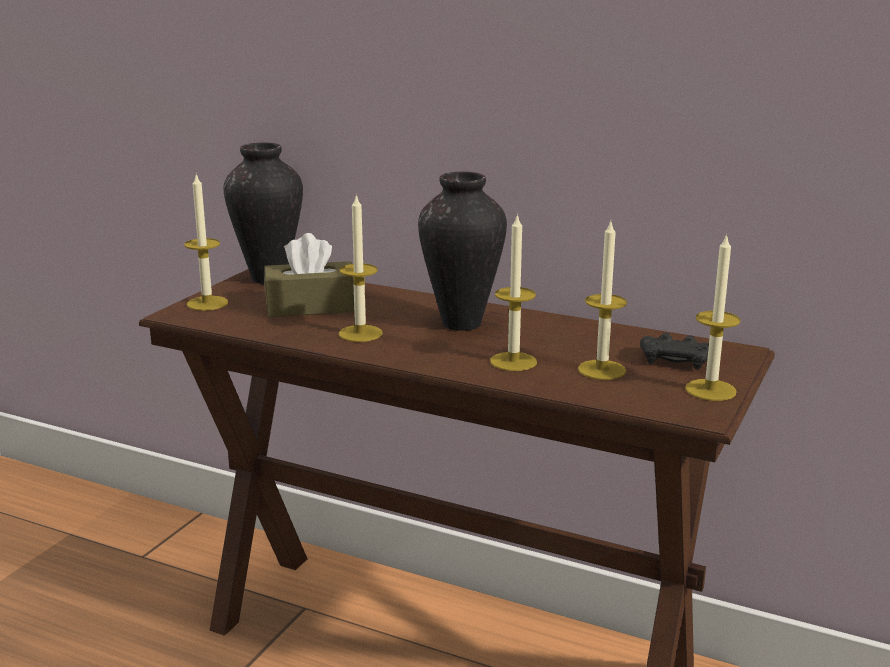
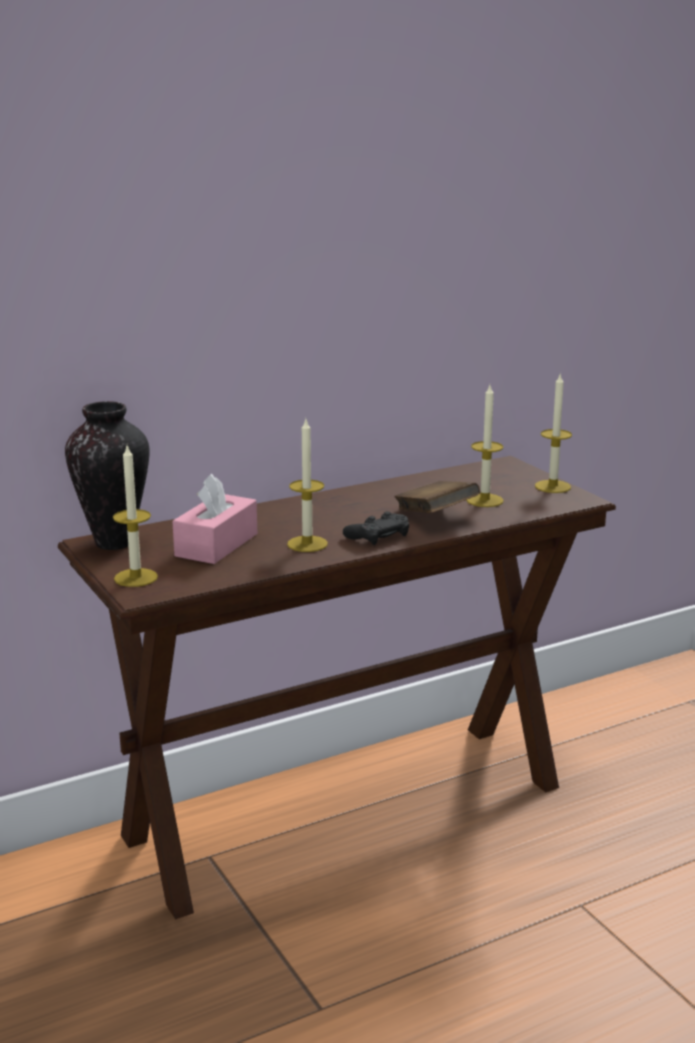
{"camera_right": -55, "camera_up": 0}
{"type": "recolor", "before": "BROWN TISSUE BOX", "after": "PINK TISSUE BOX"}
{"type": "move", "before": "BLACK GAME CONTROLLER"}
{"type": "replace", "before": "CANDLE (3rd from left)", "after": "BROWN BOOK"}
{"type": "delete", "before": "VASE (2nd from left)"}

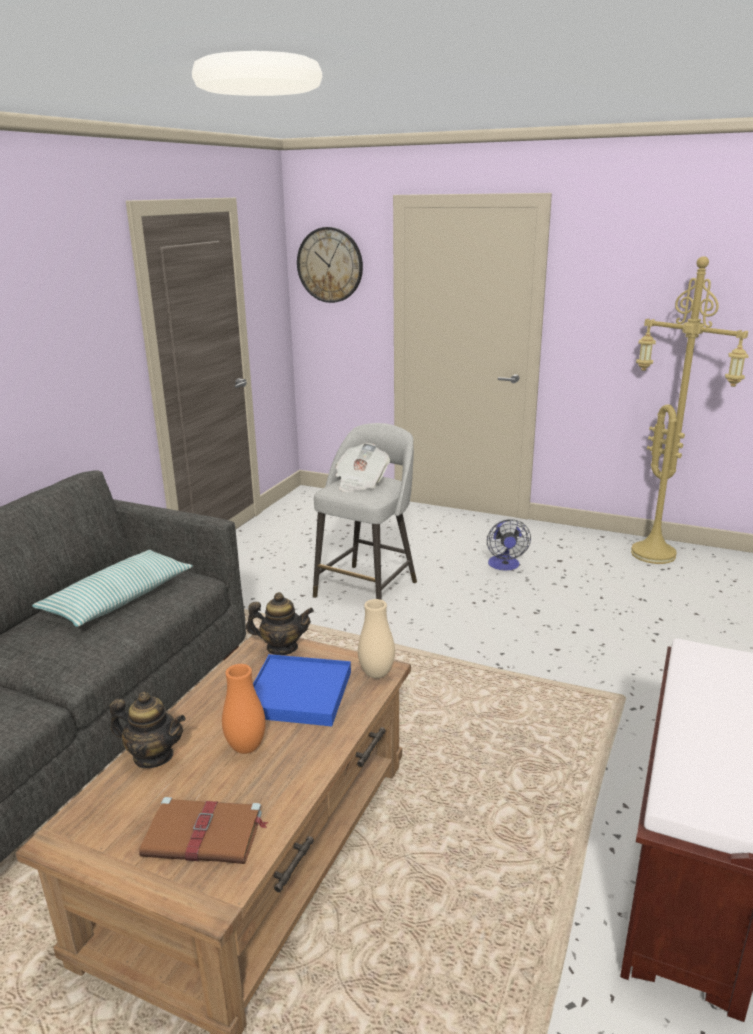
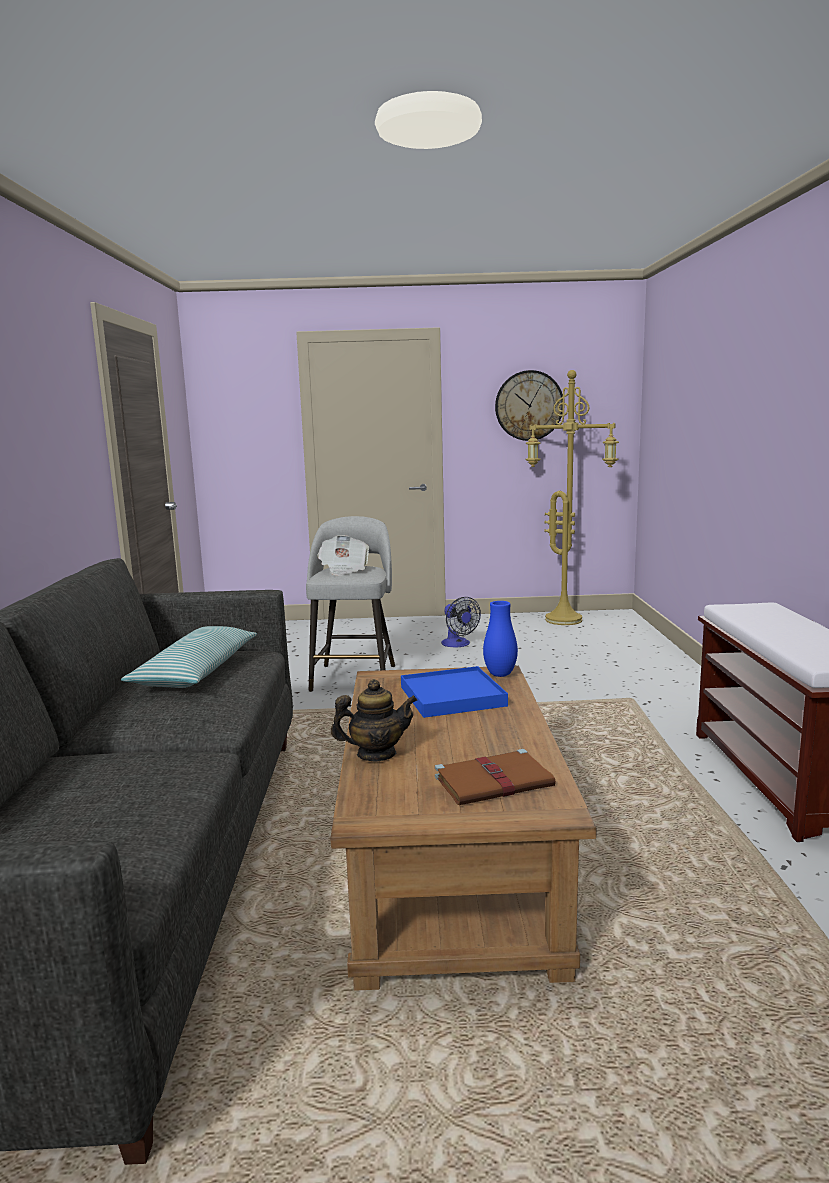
{"camera_right": -25, "camera_up": -10}
{"type": "recolor", "before": "BEIGE VASE", "after": "BLUE VASE"}
{"type": "move", "before": "WALL CLOCK"}
{"type": "delete", "before": "ORANGE VASE"}
{"type": "delete", "before": "TEAPOT (2nd from left)"}

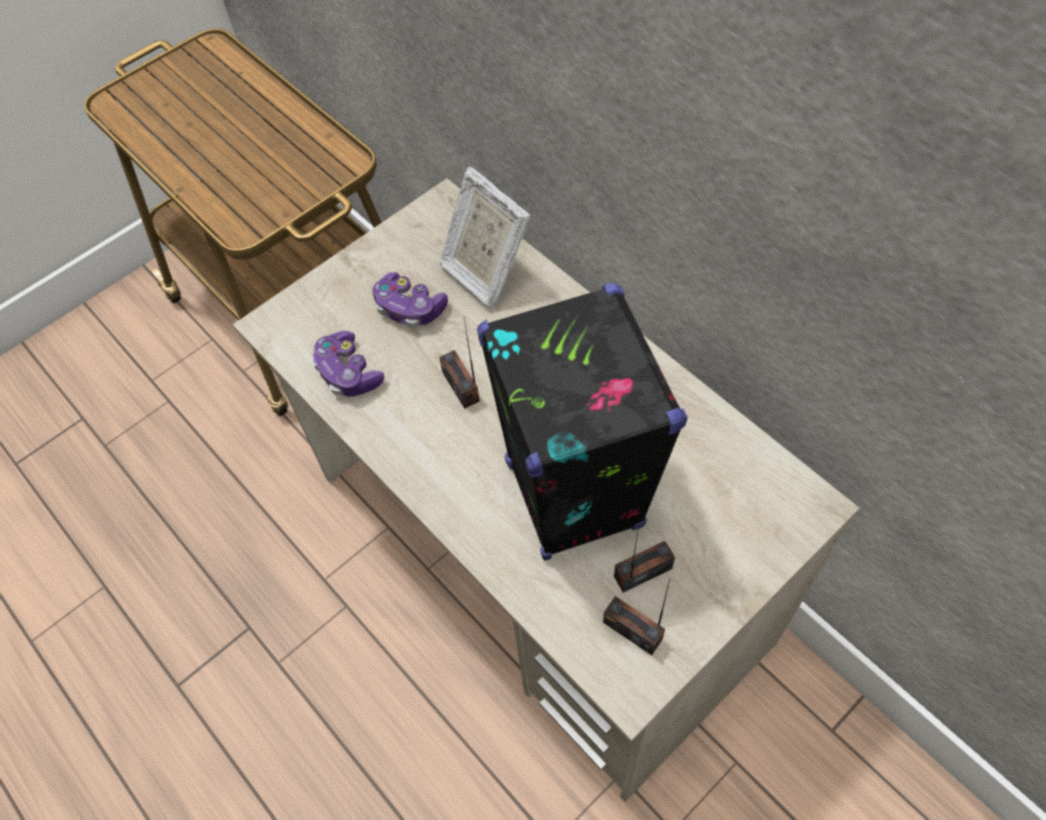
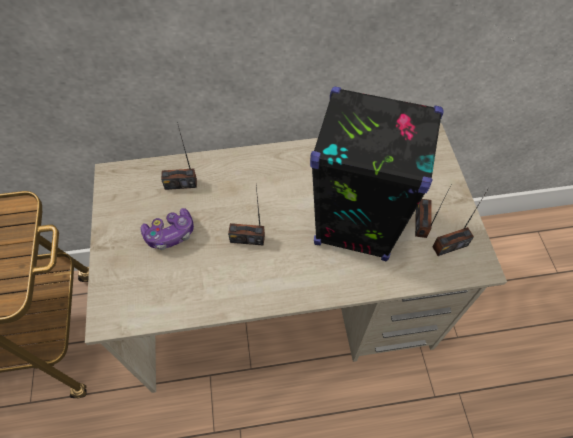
{"camera_right": -60, "camera_up": 0}
{"type": "replace", "before": "PICTURE FRAME", "after": "RADIO (1st from left)"}
{"type": "delete", "before": "GAME CONTROLLER (1st from left)"}

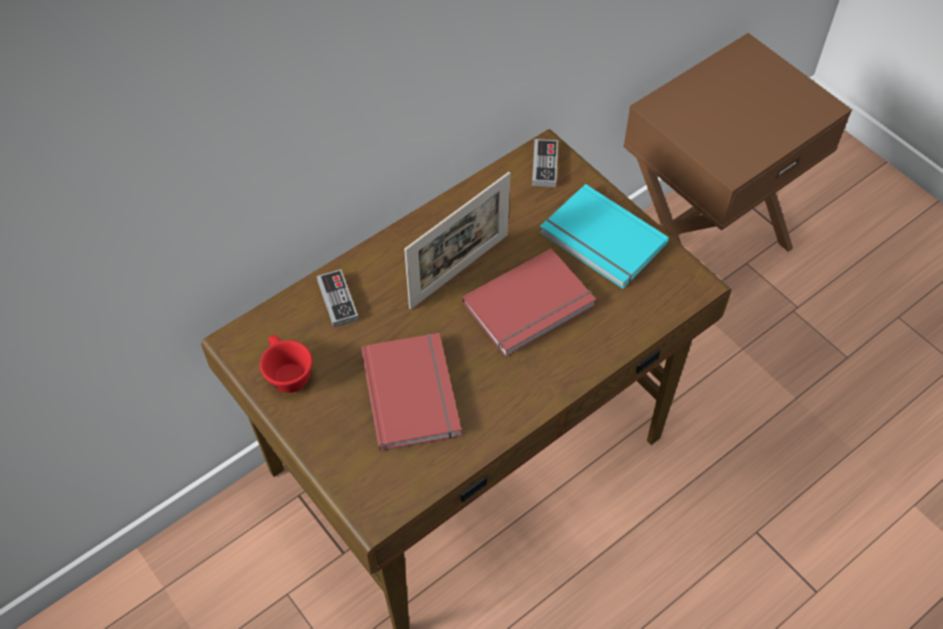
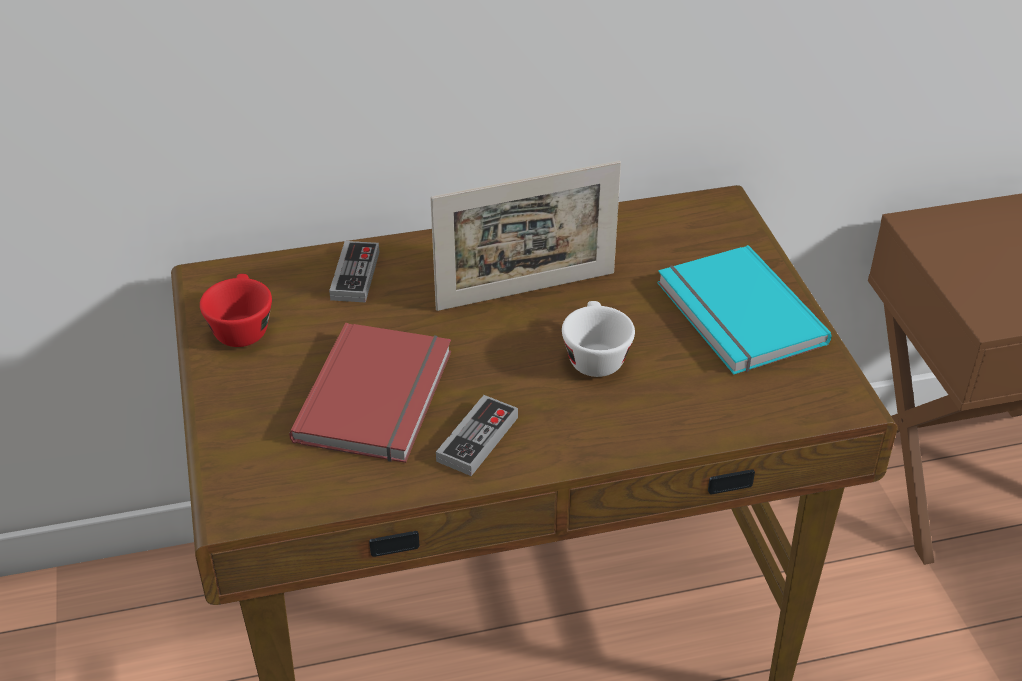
{"camera_right": 25, "camera_up": -15}
{"type": "move", "before": "GAME CONTROLLER (2nd from left)"}
{"type": "replace", "before": "RED BOOK (2nd from left)", "after": "WHITE CUP"}

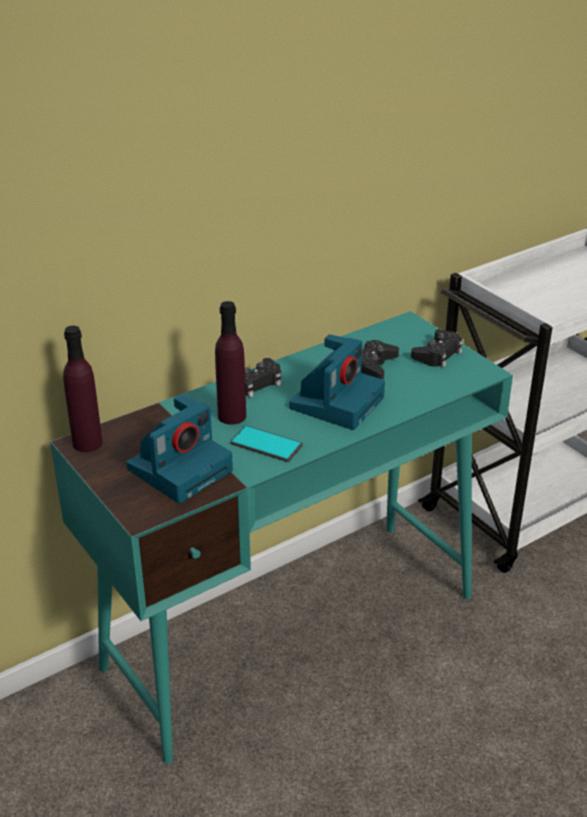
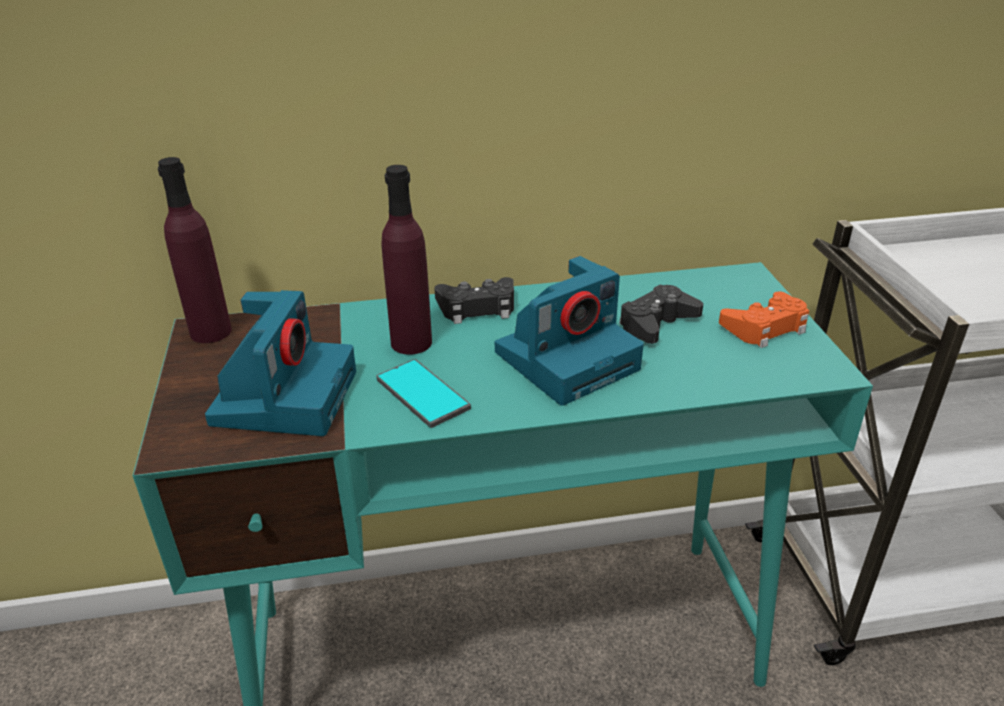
{"camera_right": 25, "camera_up": 0}
{"type": "rotate", "before": "PHOTO CAMERA (1st from left)", "turn": -60}
{"type": "recolor", "before": "BLACK GAME CONTROLLER (3rd from left)", "after": "ORANGE GAME CONTROLLER"}

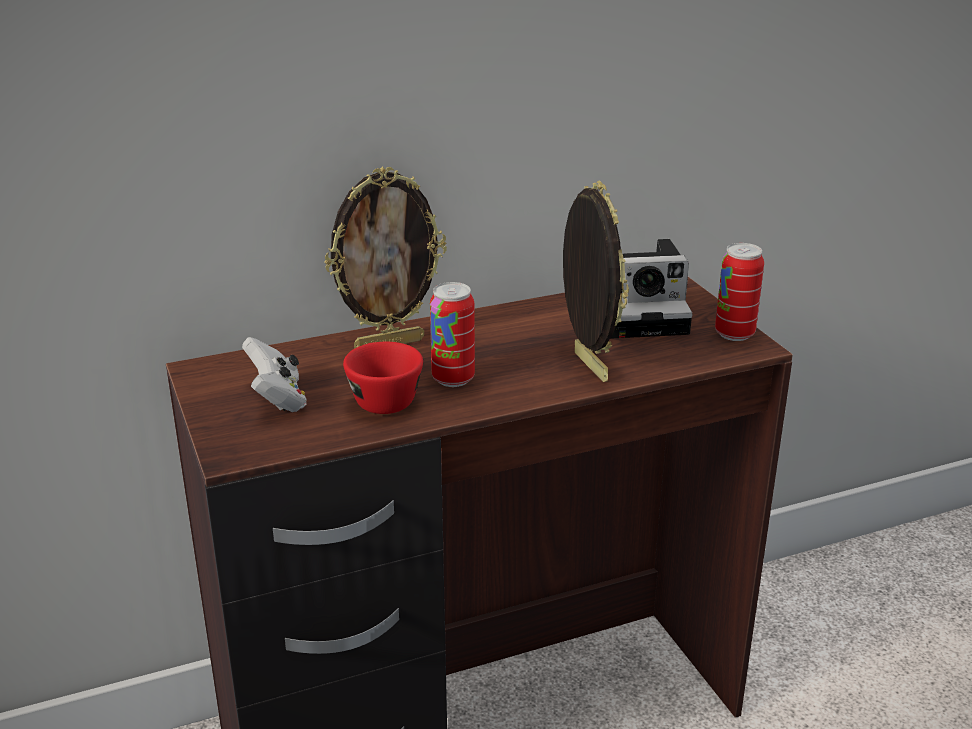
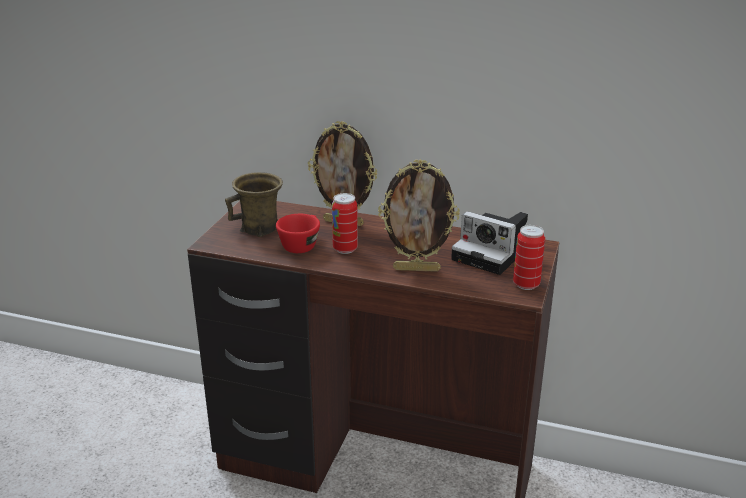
{"camera_right": 40, "camera_up": 0}
{"type": "replace", "before": "WHITE GAME CONTROLLER", "after": "BROWN MUG"}
{"type": "rotate", "before": "PICTURE FRAME (2nd from left)", "turn": 75}

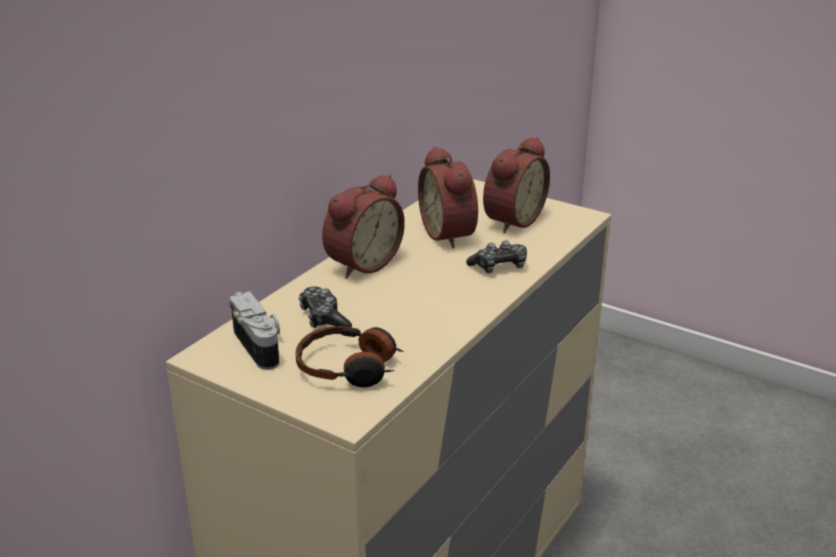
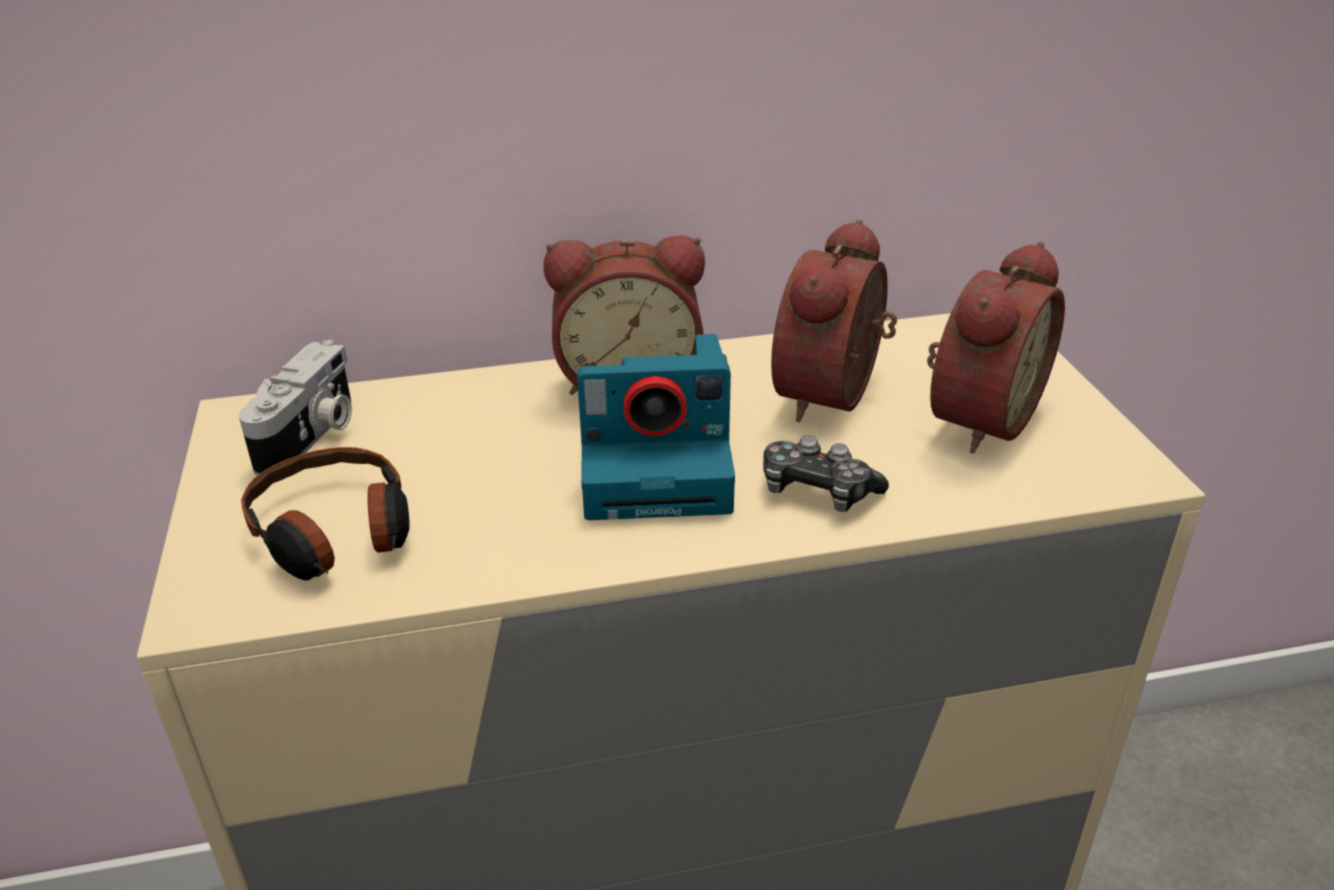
{"camera_right": 45, "camera_up": 5}
{"type": "insert", "after": "PHOTO CAMERA (2nd from left)"}
{"type": "rotate", "before": "ALARM CLOCK (3rd from left)", "turn": -45}
{"type": "delete", "before": "GAME CONTROLLER (1st from left)"}

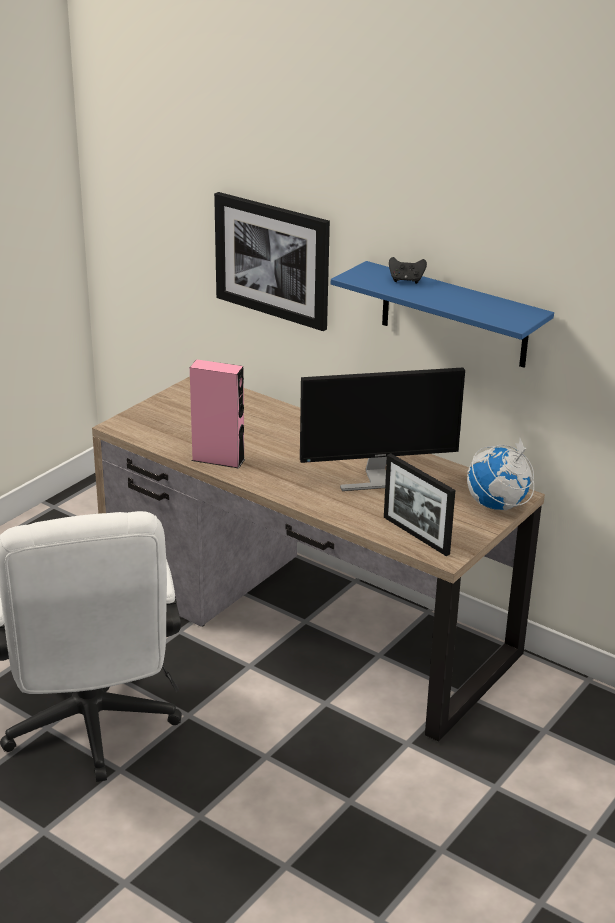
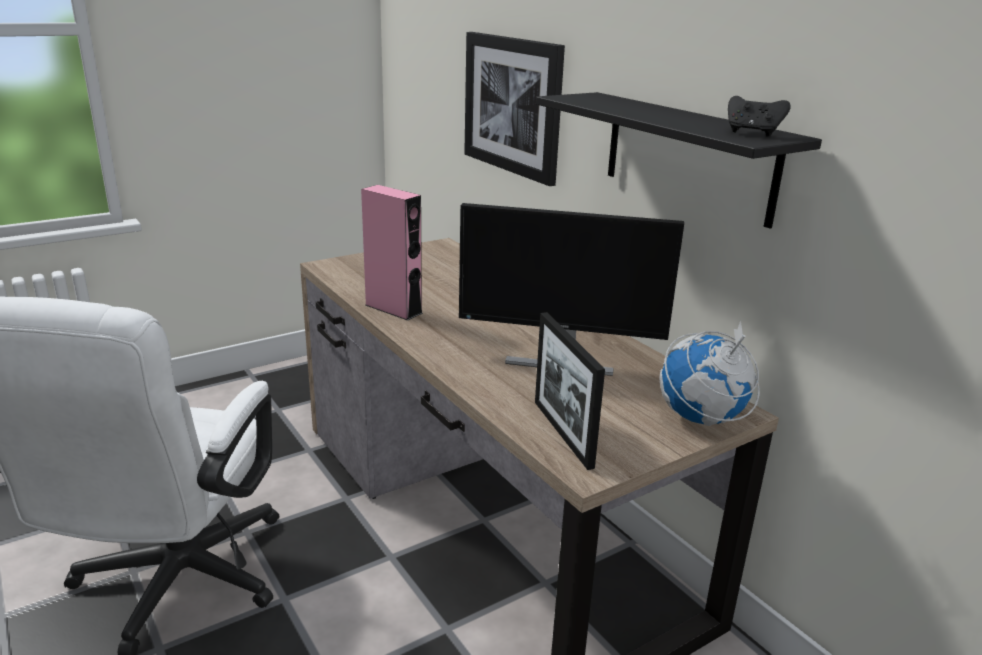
{"camera_right": 20, "camera_up": -5}
{"type": "recolor", "before": "BLUE SHELF", "after": "BLACK SHELF"}
{"type": "move", "before": "BLACK GAME CONTROLLER"}

